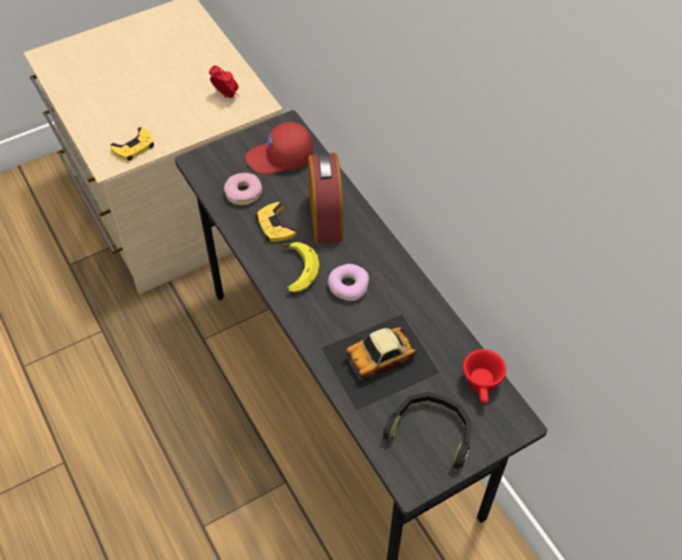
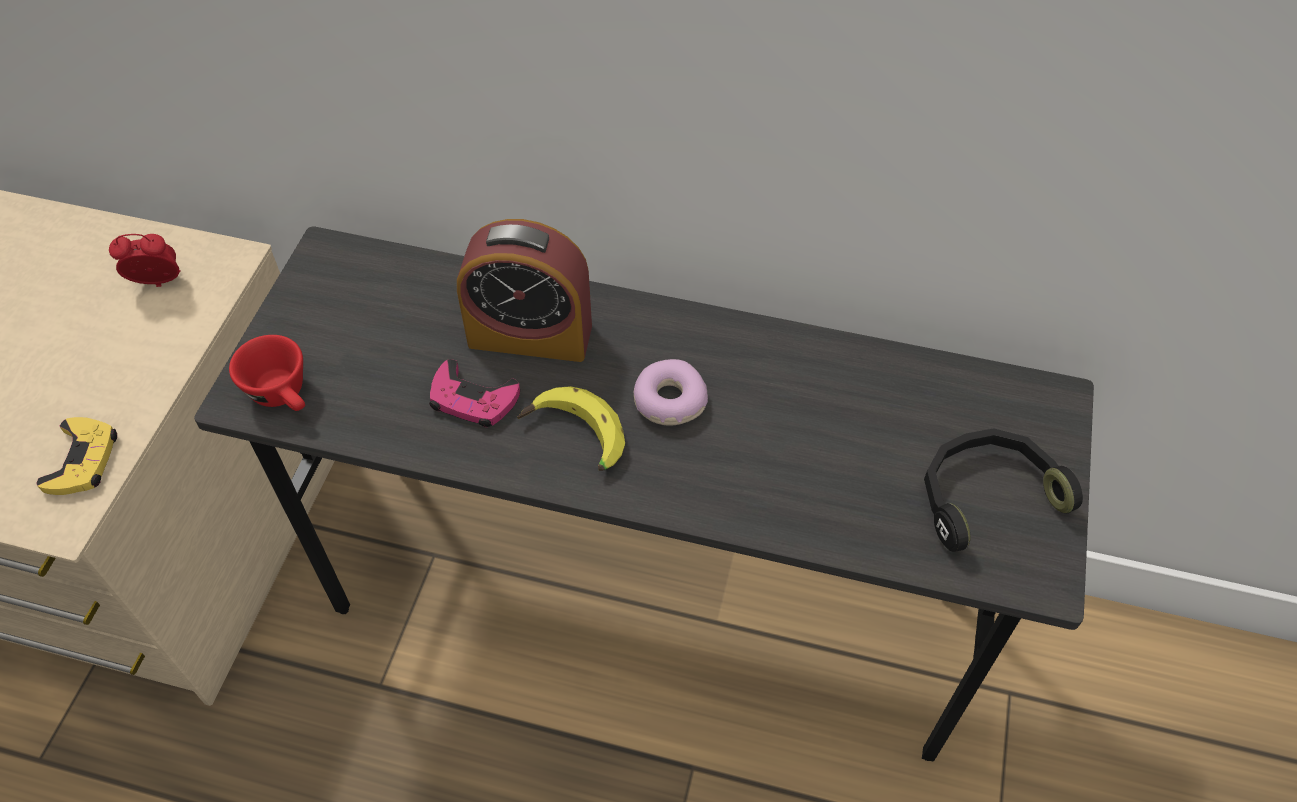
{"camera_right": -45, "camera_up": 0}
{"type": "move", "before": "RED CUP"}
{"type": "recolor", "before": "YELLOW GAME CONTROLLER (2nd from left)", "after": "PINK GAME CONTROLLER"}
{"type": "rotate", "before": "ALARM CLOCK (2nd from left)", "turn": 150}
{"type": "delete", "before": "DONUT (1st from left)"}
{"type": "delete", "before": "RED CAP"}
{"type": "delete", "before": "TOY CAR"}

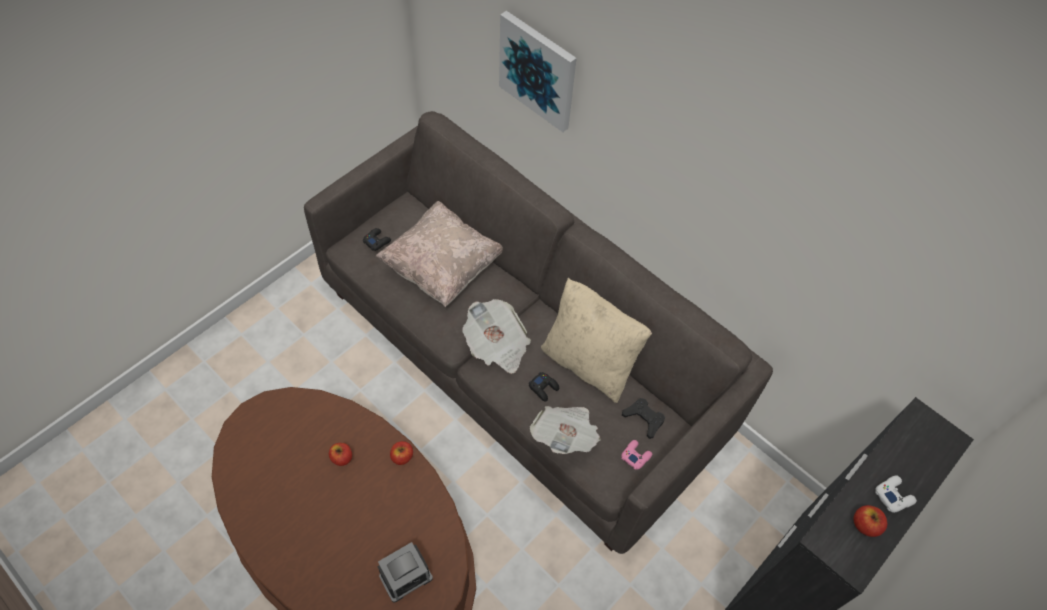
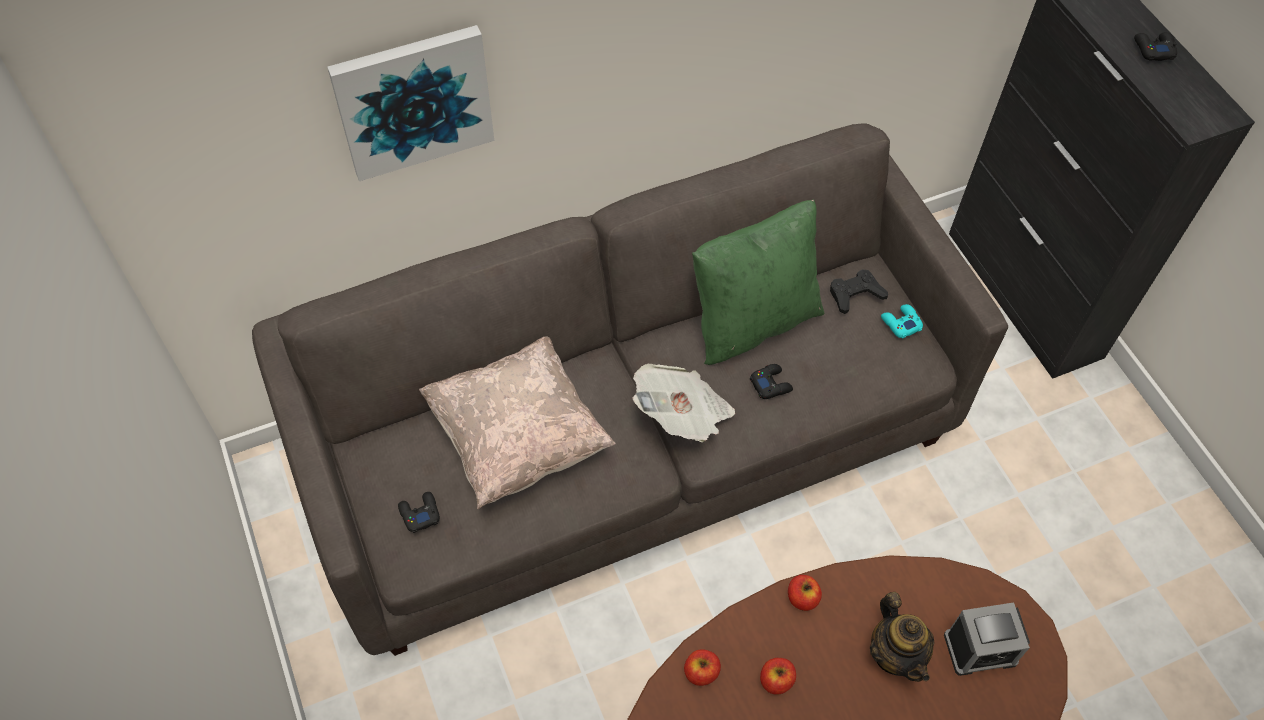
{"camera_right": -65, "camera_up": 0}
{"type": "move", "before": "APPLE (3rd from left in the first image)", "after": "APPLE (1st from left)"}
{"type": "recolor", "before": "BEIGE PILLOW (2nd from left)", "after": "GREEN PILLOW"}
{"type": "insert", "after": "TEAPOT"}
{"type": "recolor", "before": "PINK GAME CONTROLLER", "after": "TURQUOISE GAME CONTROLLER"}
{"type": "rotate", "before": "ALARM CLOCK", "turn": 90}
{"type": "recolor", "before": "WHITE GAME CONTROLLER", "after": "BLACK GAME CONTROLLER (4th from left)"}
{"type": "delete", "before": "NEWSPAPER (2nd from left)"}

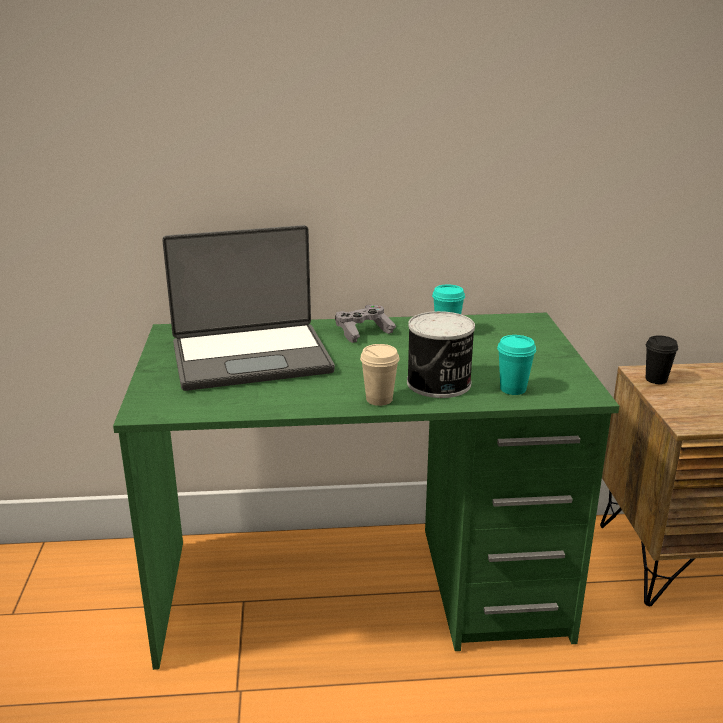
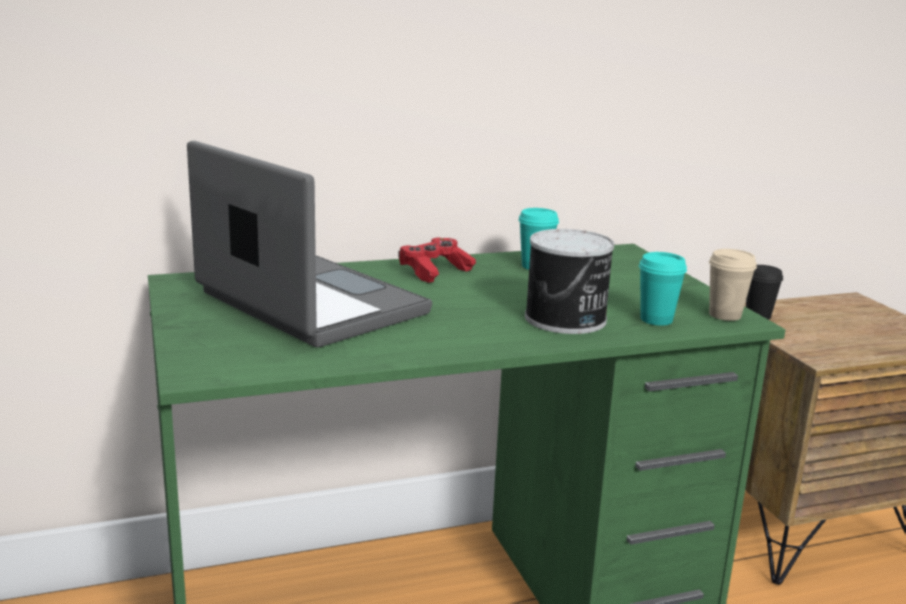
{"camera_right": -15, "camera_up": -5}
{"type": "rotate", "before": "LAPTOP", "turn": -105}
{"type": "recolor", "before": "GREY GAME CONTROLLER", "after": "RED GAME CONTROLLER"}
{"type": "move", "before": "BEIGE CUP"}

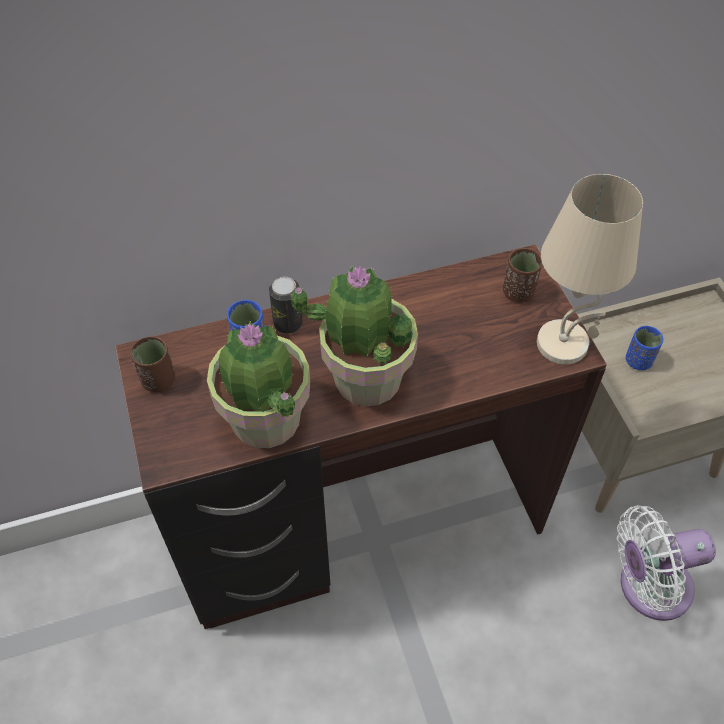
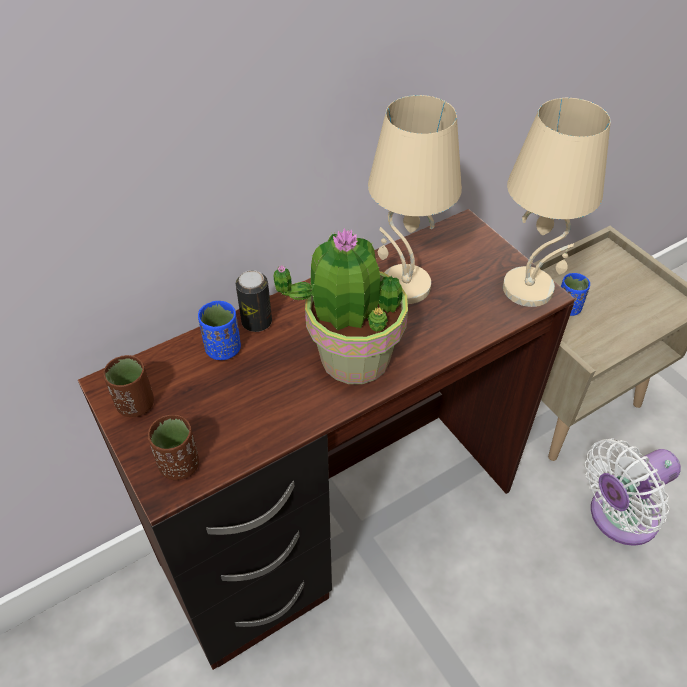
{"camera_right": -15, "camera_up": -5}
{"type": "move", "before": "BROWN CUP (2nd from left)"}
{"type": "insert", "after": "BEIGE TABLE LAMP (1st from left)"}
{"type": "delete", "before": "POTTED PLANT (1st from left)"}

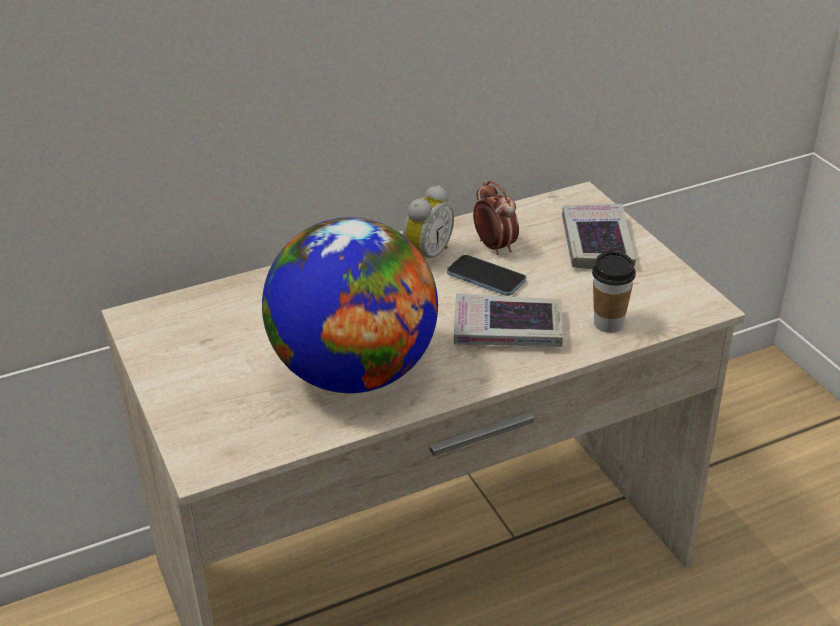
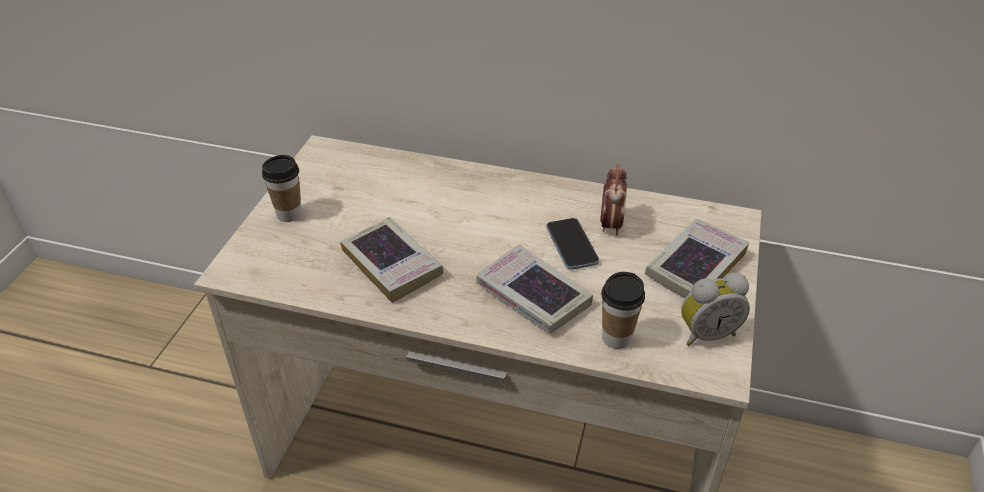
{"camera_right": 40, "camera_up": 5}
{"type": "insert", "after": "CUP (1st from left)"}
{"type": "replace", "before": "GLOBE", "after": "BOOK (1st from left)"}
{"type": "move", "before": "ALARM CLOCK (1st from left in the first image)", "after": "ALARM CLOCK (2nd from left)"}

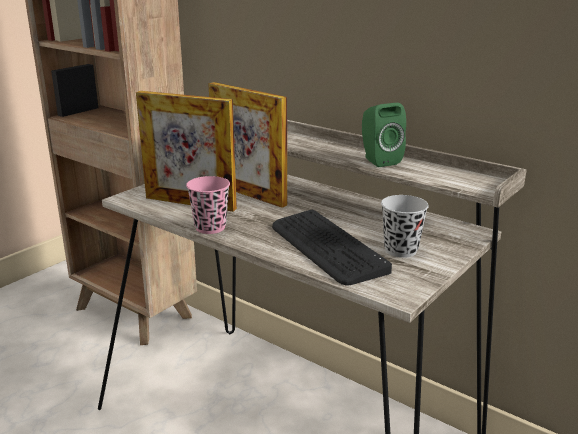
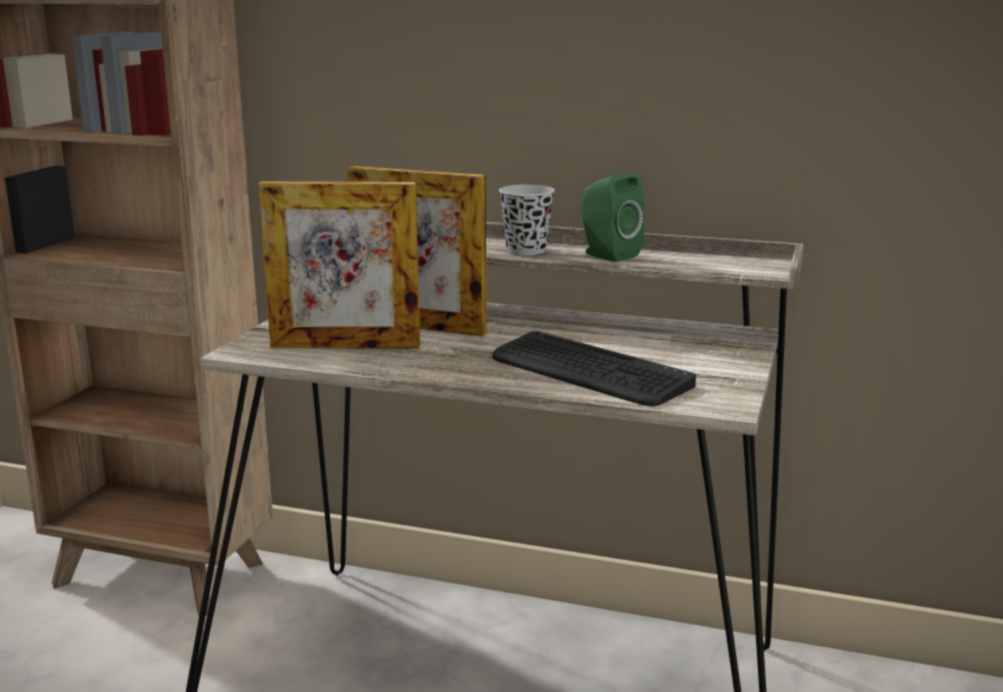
{"camera_right": -20, "camera_up": -5}
{"type": "move", "before": "BLACK CUP"}
{"type": "delete", "before": "PINK CUP"}

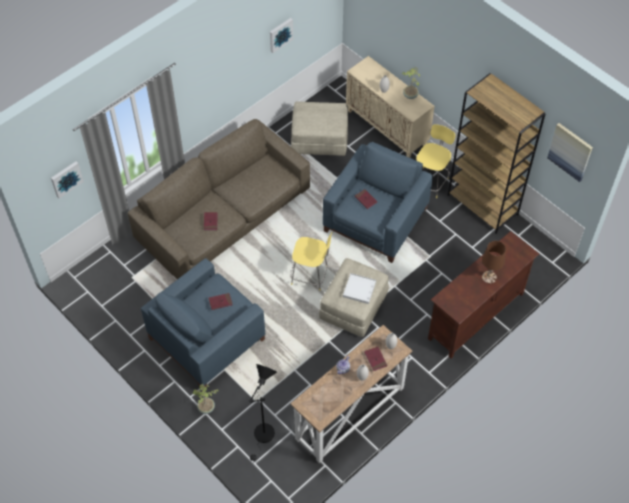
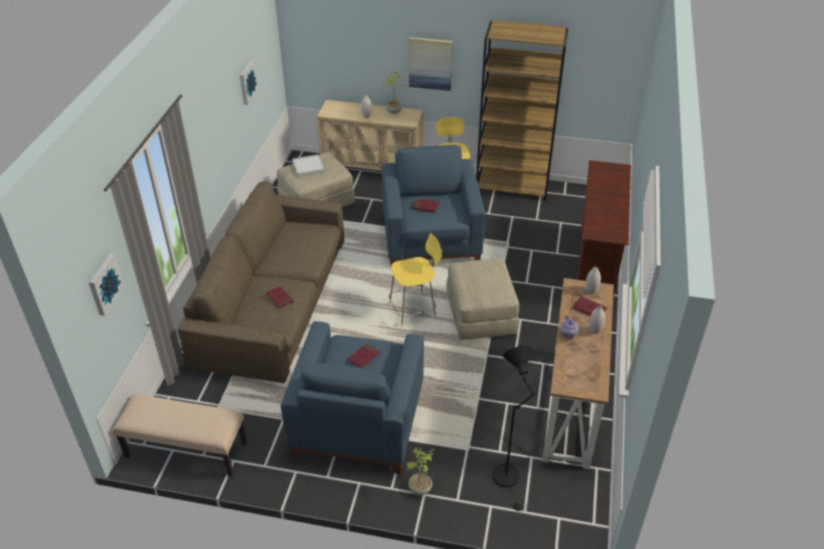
{"camera_right": -35, "camera_up": -15}
{"type": "insert", "after": "BEIGE BENCH"}
{"type": "move", "before": "WHITE TRAY"}
{"type": "move", "before": "PICTURE (3rd from left)"}
{"type": "delete", "before": "BROWN TABLE LAMP"}

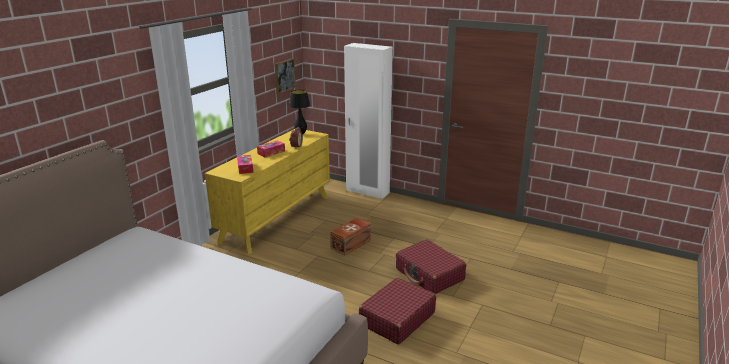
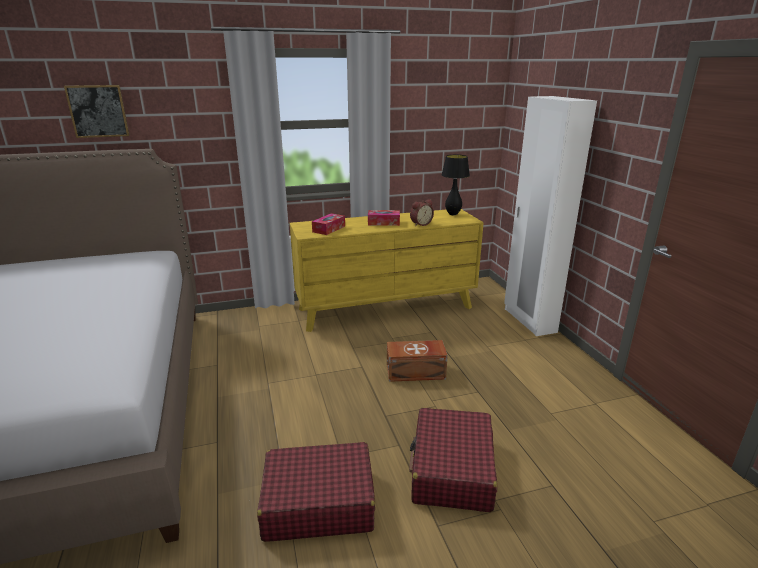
{"camera_right": 45, "camera_up": 0}
{"type": "move", "before": "PICTURE"}

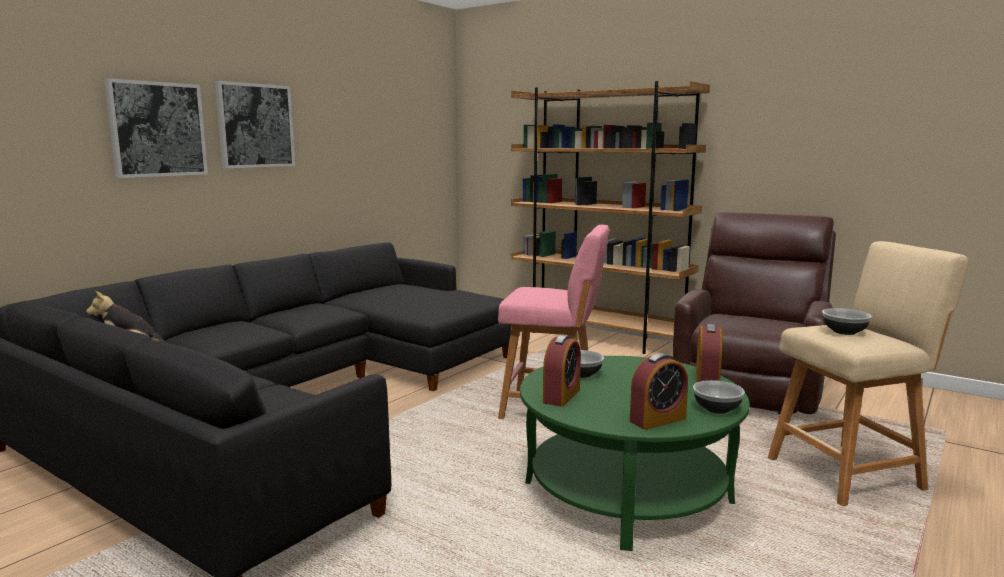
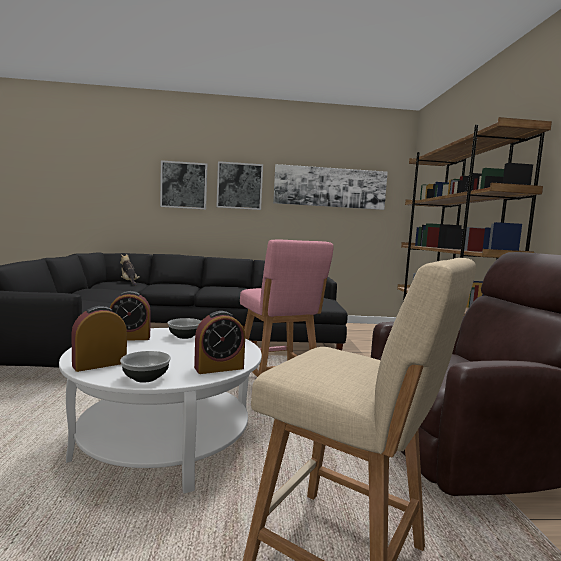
{"camera_right": 50, "camera_up": -5}
{"type": "recolor", "before": "GREEN COFFEE TABLE", "after": "WHITE COFFEE TABLE"}
{"type": "rotate", "before": "ALARM CLOCK (2nd from left in the first image)", "turn": 120}
{"type": "insert", "after": "PICTURE (3rd from left)"}
{"type": "delete", "before": "BOWL (3rd from left)"}

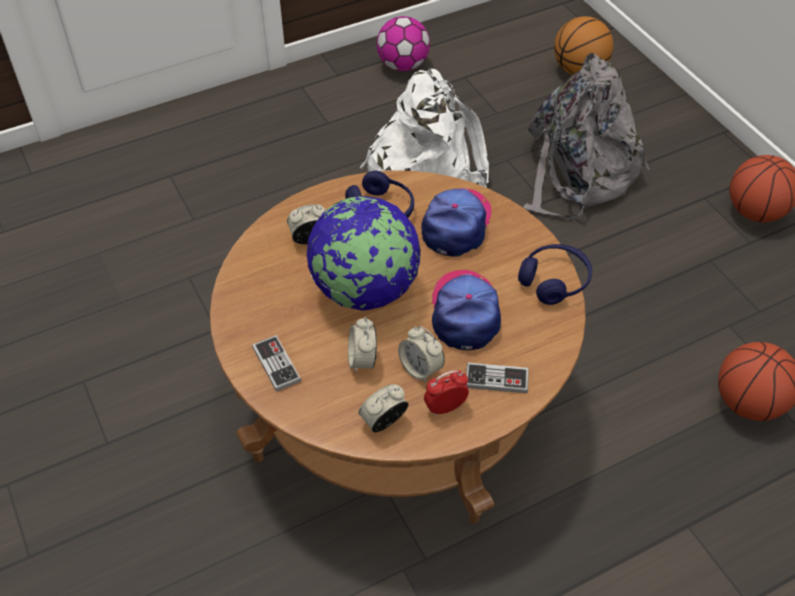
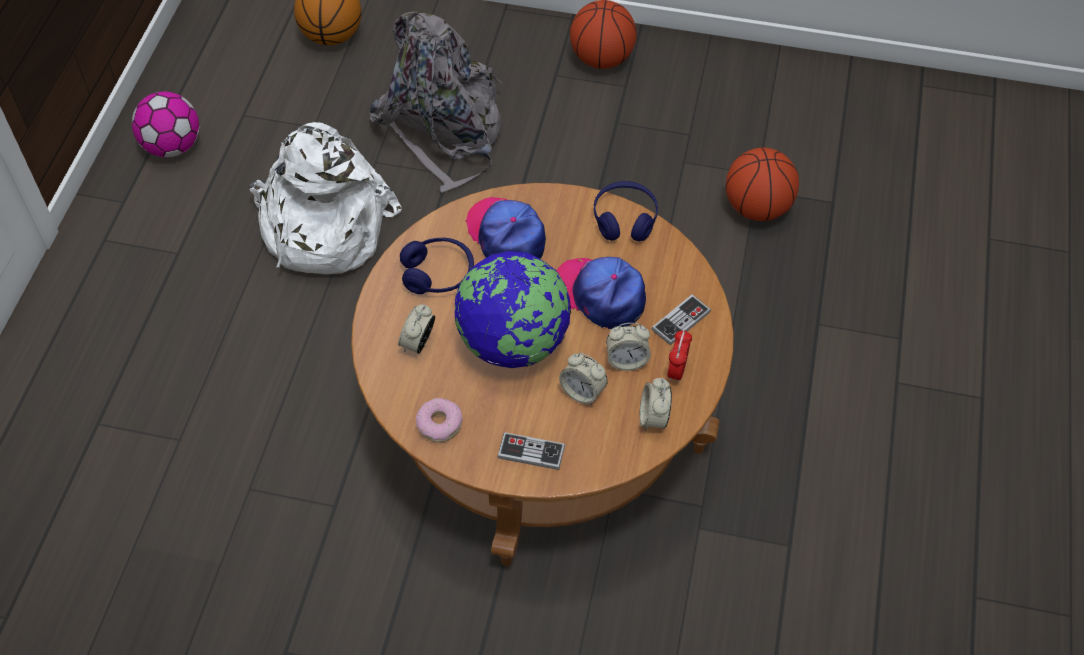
{"camera_right": -50, "camera_up": 5}
{"type": "insert", "after": "DONUT"}

